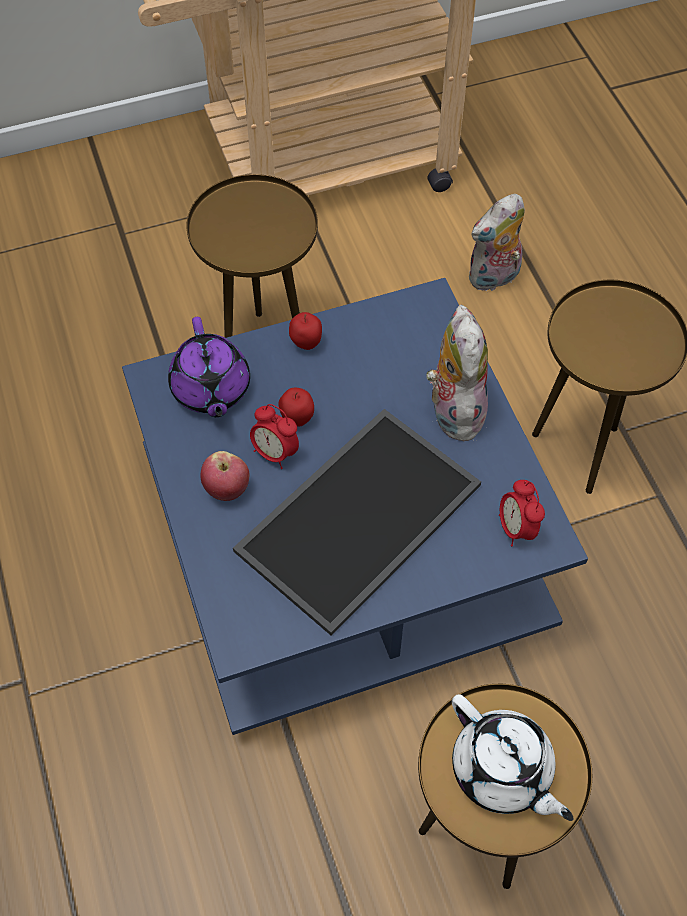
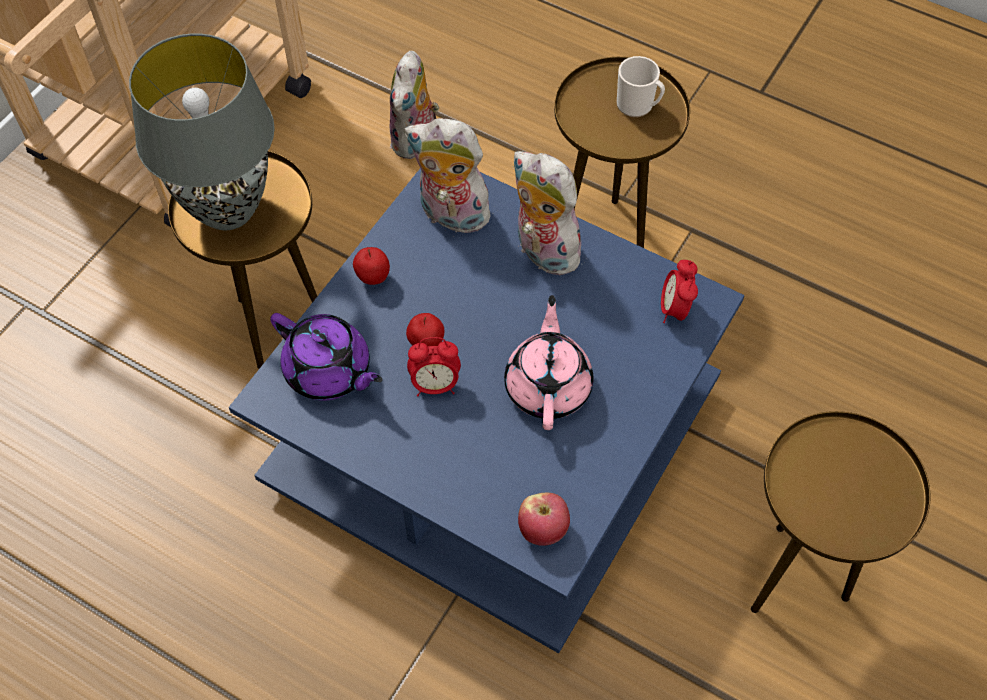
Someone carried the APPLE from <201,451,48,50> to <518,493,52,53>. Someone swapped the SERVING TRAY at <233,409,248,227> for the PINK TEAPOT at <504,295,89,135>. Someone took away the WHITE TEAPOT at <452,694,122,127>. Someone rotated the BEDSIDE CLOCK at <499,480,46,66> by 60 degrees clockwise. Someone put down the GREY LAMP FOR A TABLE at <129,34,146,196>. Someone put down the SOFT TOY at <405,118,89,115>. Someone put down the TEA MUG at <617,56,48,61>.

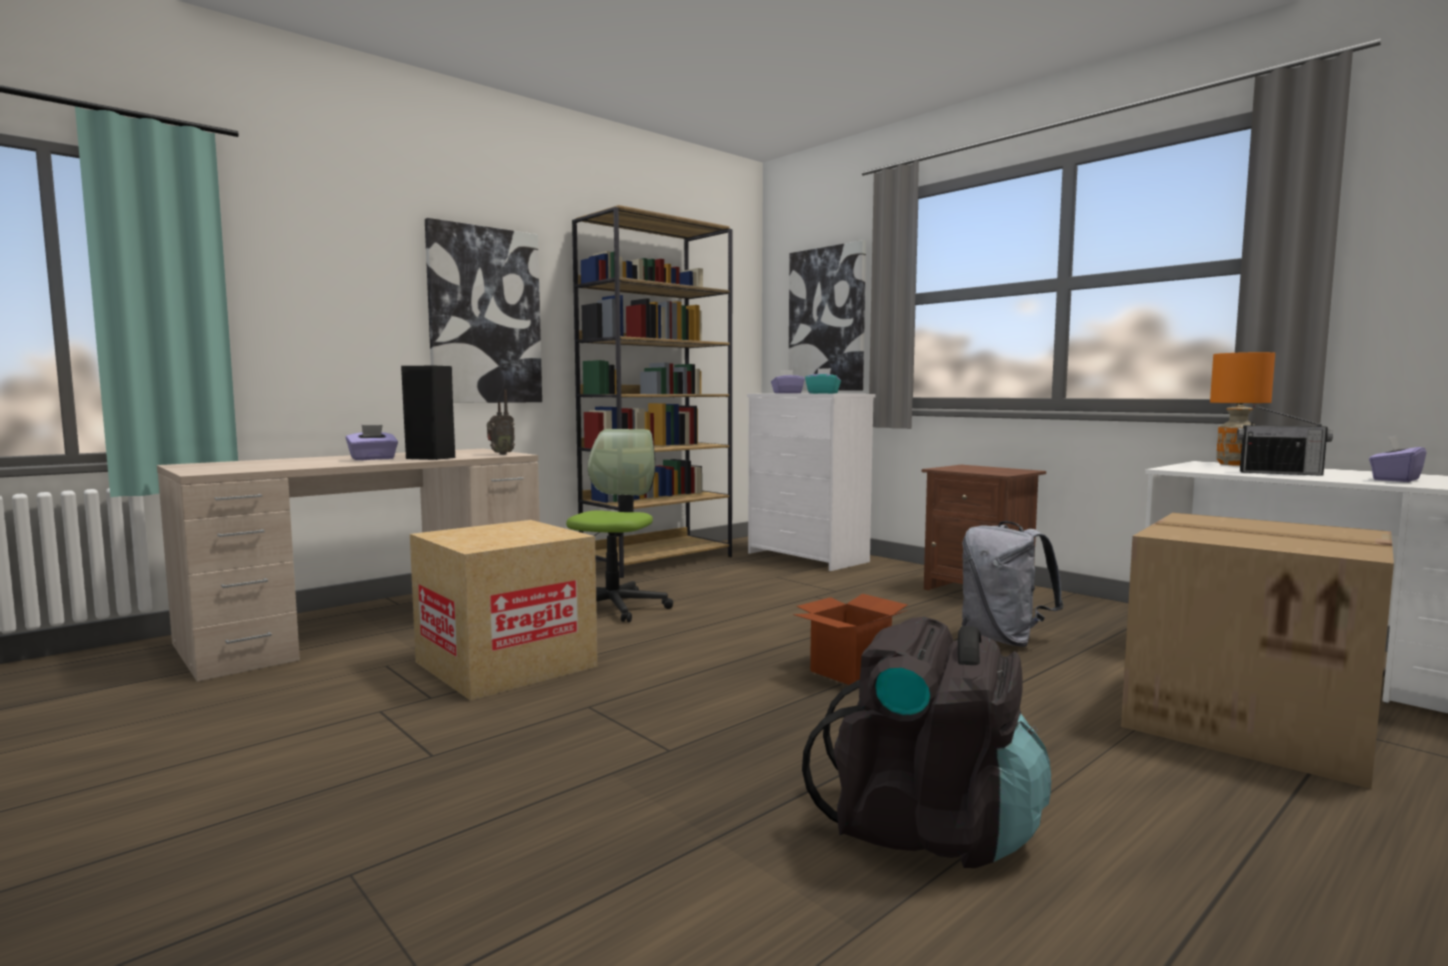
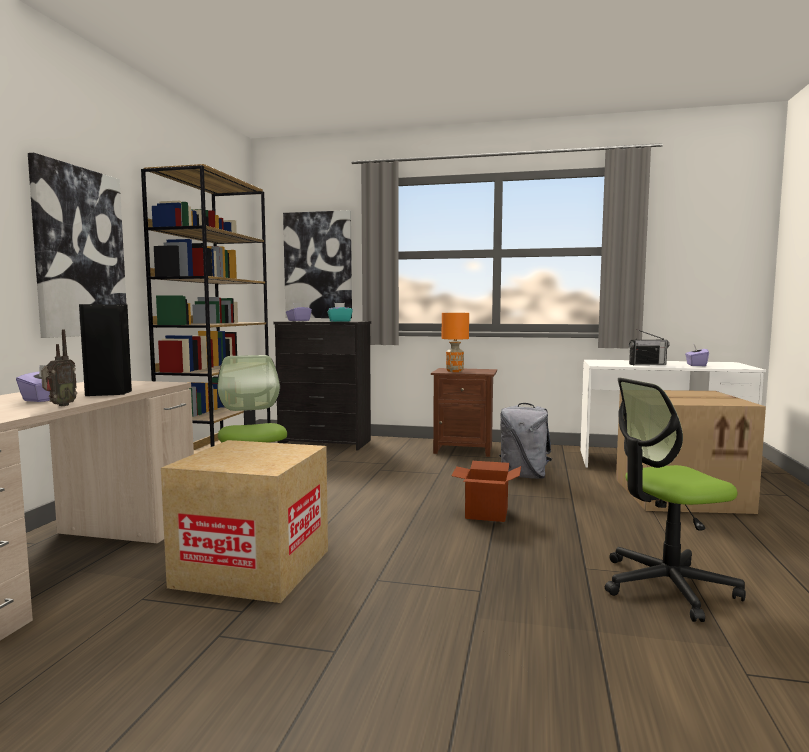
Someone carried the RADIO from <487,390,28,65> to <41,329,36,77>. Someone repainted the WHITE DRESSER at <747,394,128,177>, which became the BLACK DRESSER at <273,321,98,129>. Someone swapped the BLACK KNAPSACK at <802,617,249,251> for the COMPUTER CHAIR at <605,378,141,244>. Someone carried the ORANGE LAMP FOR A TABLE from <1210,352,65,114> to <442,313,27,59>.

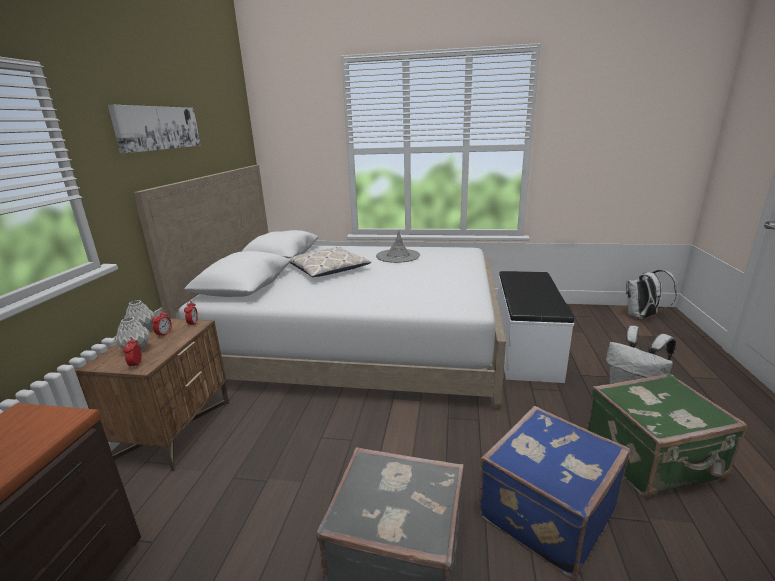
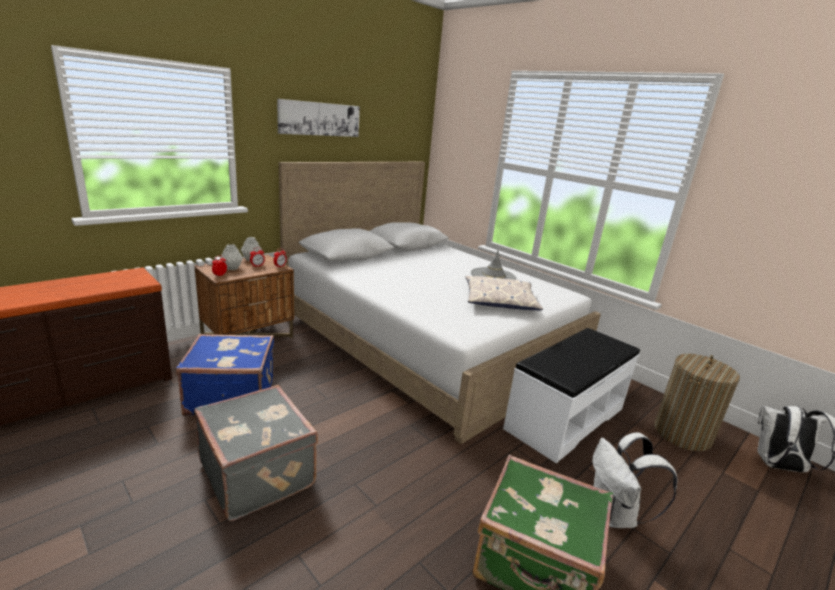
Someone carried the THROW PILLOW from <288,247,83,30> to <465,276,78,34>. Someone carried the BLUE TRAVEL CASE from <478,406,152,172> to <176,334,98,82>. Someone put down the HAMPER at <654,354,86,97>.

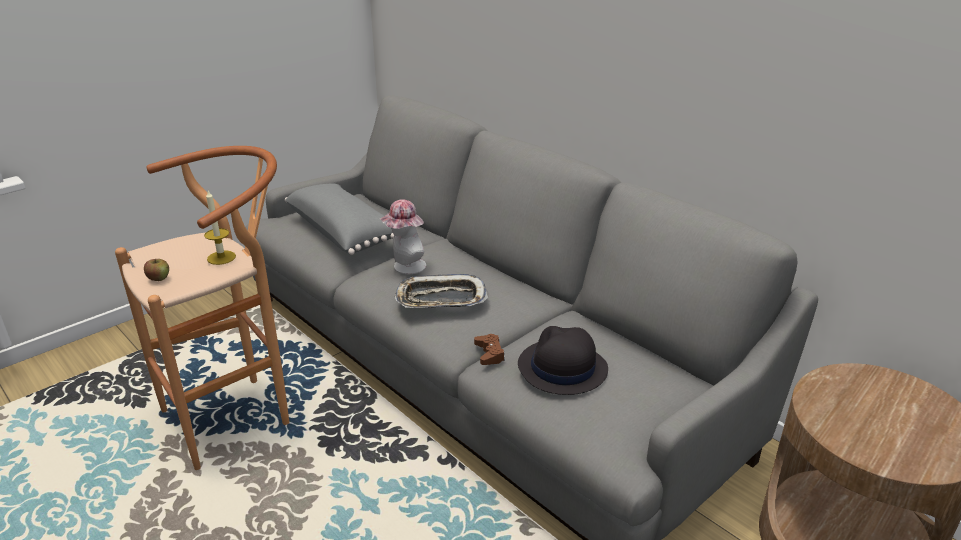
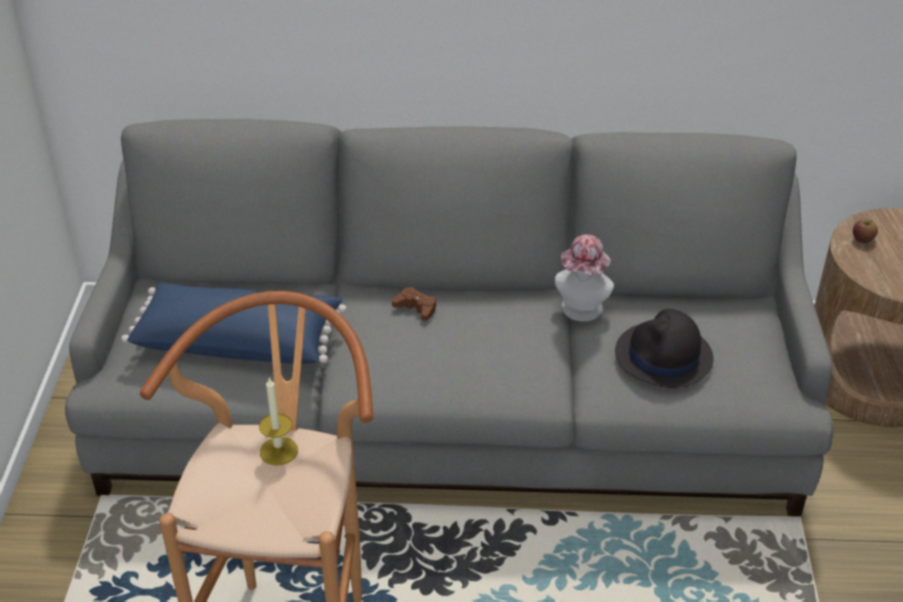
Someone carried the APPLE from <144,259,25,22> to <853,219,25,24>. Someone repainted the GREY THROW PILLOW at <285,183,109,72>, which became the BLUE THROW PILLOW at <121,283,226,81>. Someone carried the WEARABLE HAT from <380,199,46,75> to <555,234,59,87>. Someone took away the SERVING TRAY at <395,274,93,34>. Someone carried the BROWN GAMEPAD from <474,334,31,31> to <392,287,44,34>.

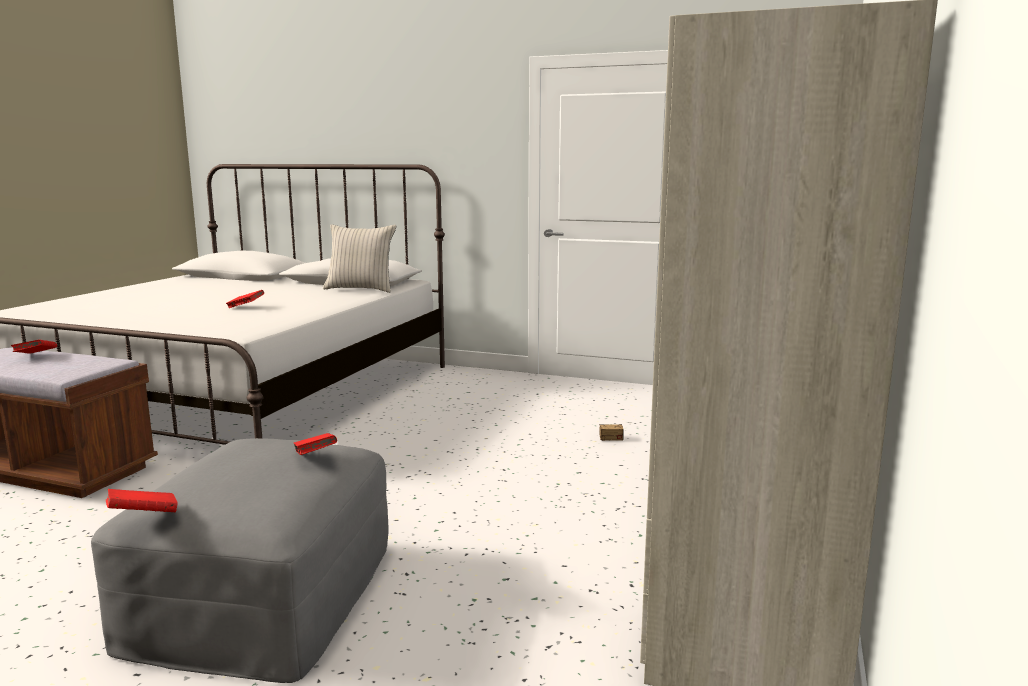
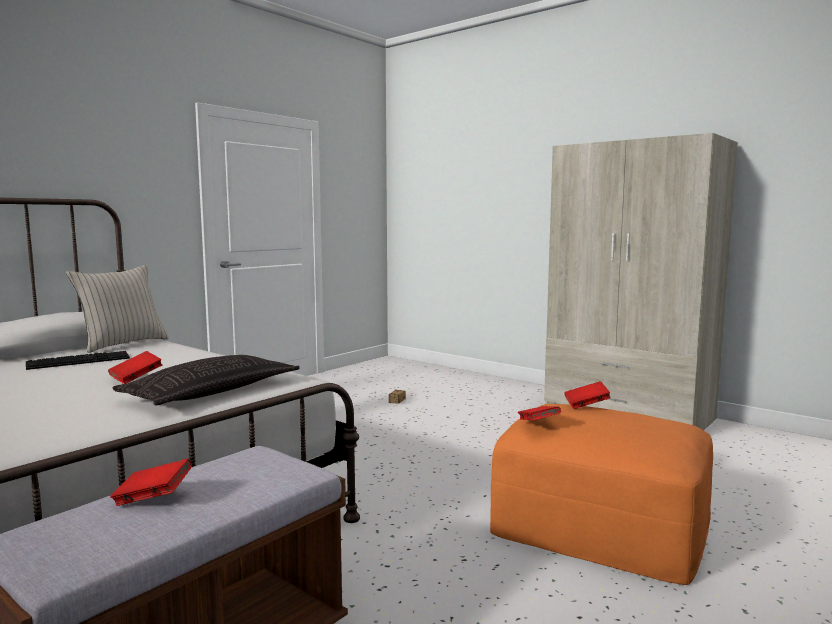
Someone repainted the GREY POUFFE at <91,438,297,245>, which became the ORANGE POUFFE at <490,404,223,181>. Someone carried the REDDISH VOLUME from <106,489,72,23> to <518,406,43,15>. Someone put down the KEYBOARD at <26,351,104,19>. Someone put down the THROW PILLOW at <112,355,188,50>.

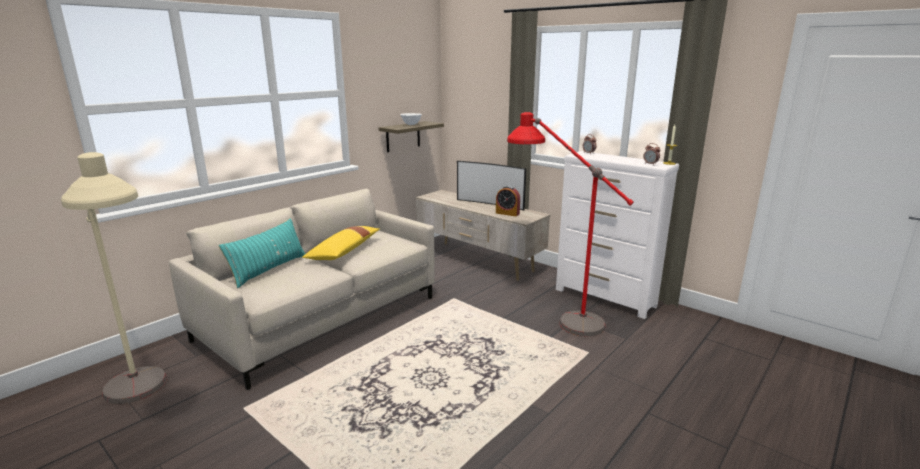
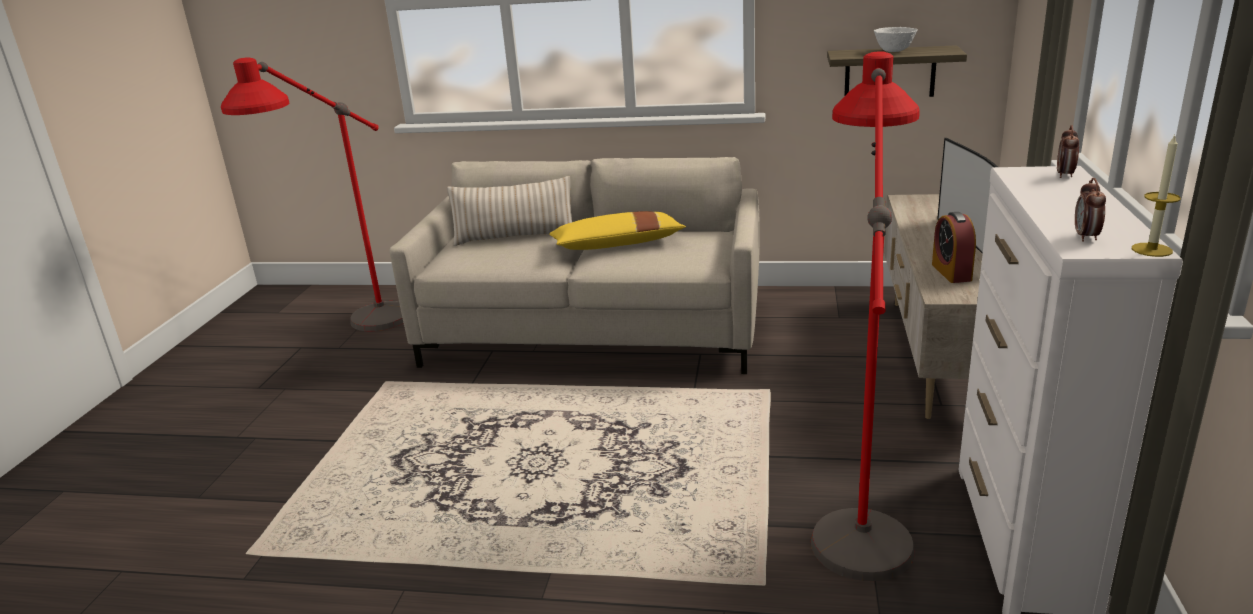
Someone repainted the BEIGE FLOOR LAMP at <61,152,106,252>, which became the REDDISH FLOOR LAMP at <221,57,182,274>. Someone repainted the TURQUOISE-COLOURED THROW PILLOW at <219,218,86,70>, which became the BEIGE THROW PILLOW at <446,176,126,70>.

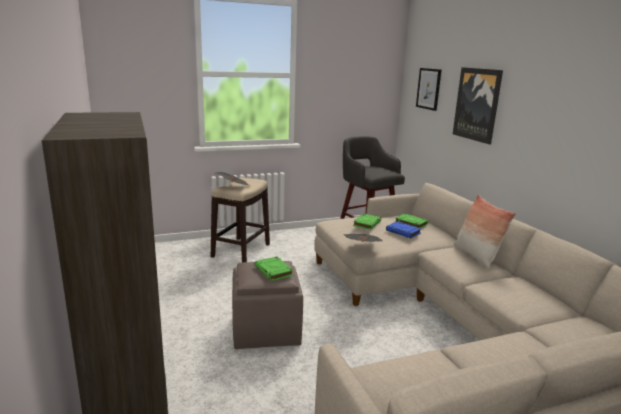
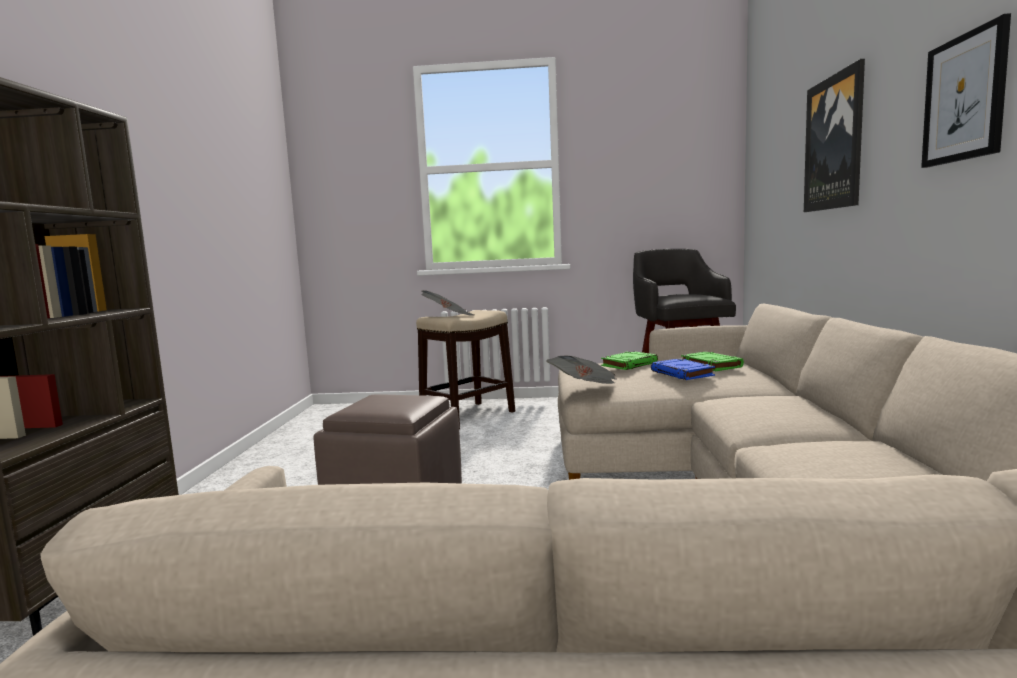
Someone took away the GREENISH VOLUME at <254,257,40,24>. Someone carried the WALL ART from <416,68,25,43> to <921,13,90,155>. Someone took away the THROW PILLOW at <454,195,62,74>.

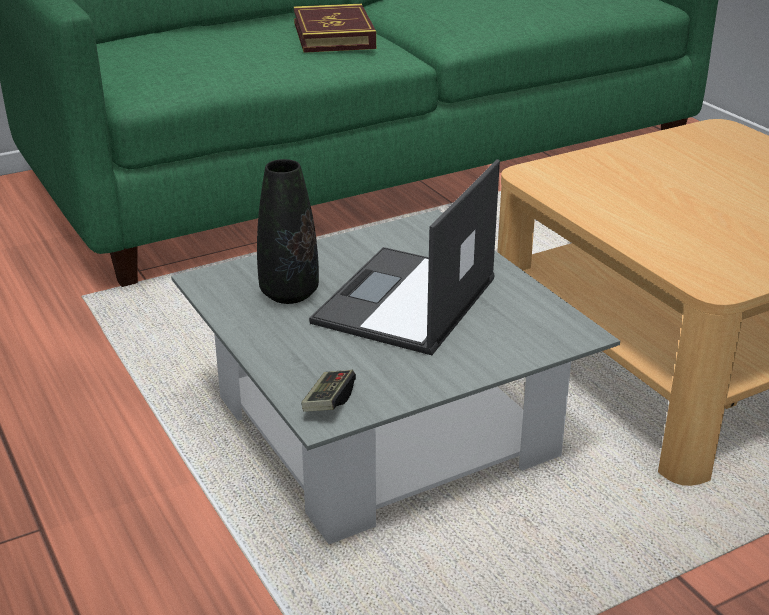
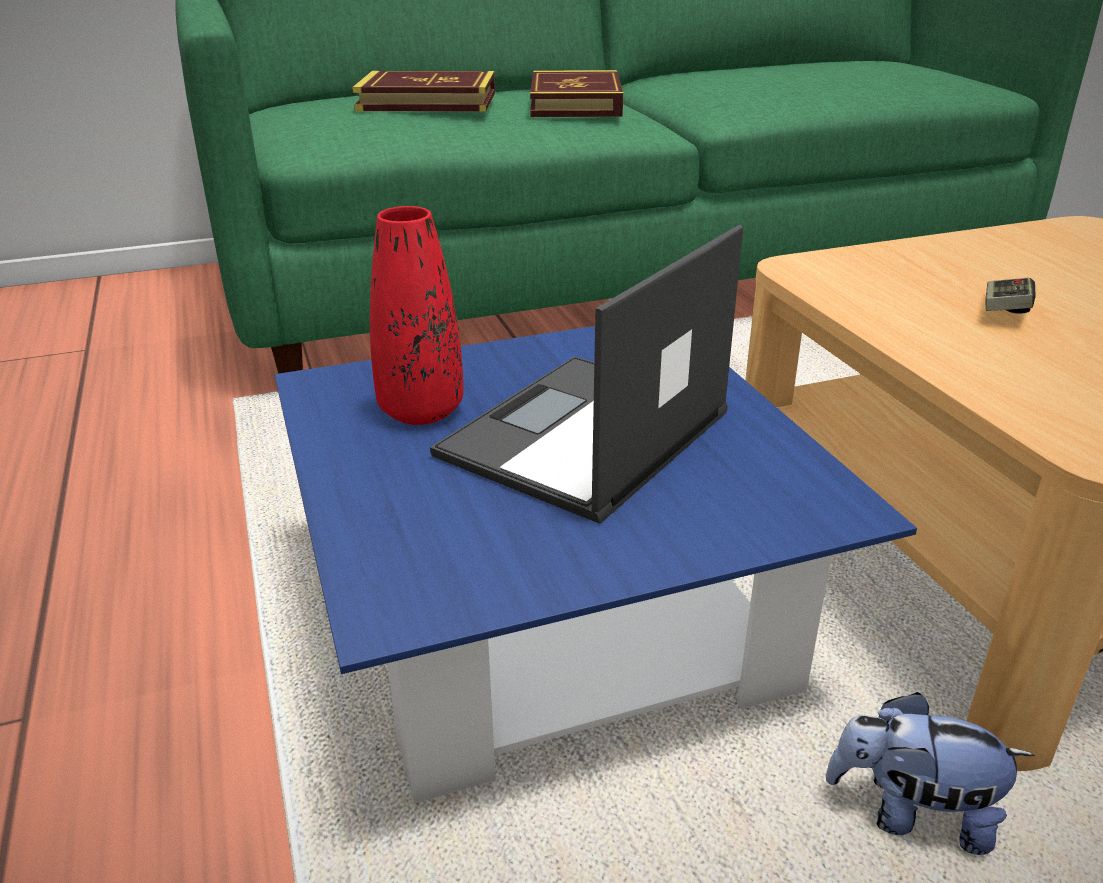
Someone repainted the GREY LOUNGE TABLE at <171,210,449,334>, which became the BLUE LOUNGE TABLE at <275,326,642,477>. Someone repainted the BLACK FLOWER VASE at <257,159,62,145>, which became the REDDISH FLOWER VASE at <370,206,93,219>. Someone carried the GAMEPAD from <301,370,55,42> to <986,278,50,36>. Someone put down the VOLUME at <352,71,143,41>. Someone put down the SOFT TOY at <826,692,209,163>.

